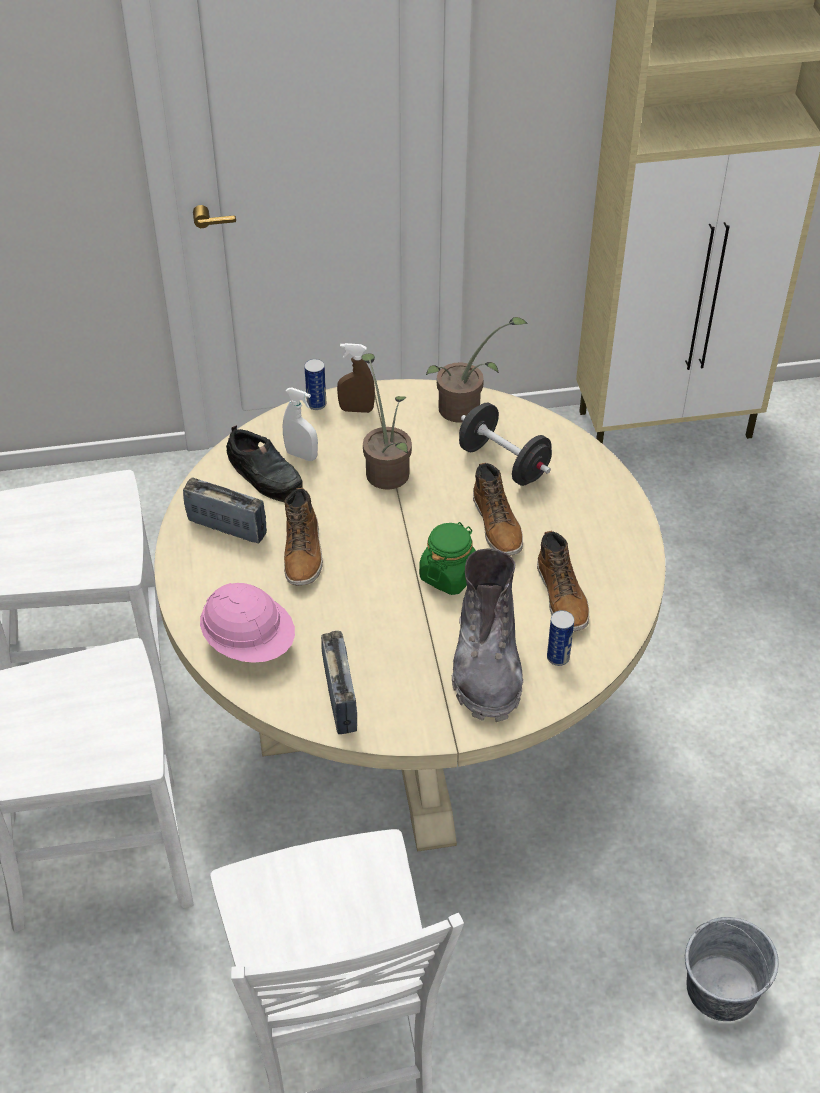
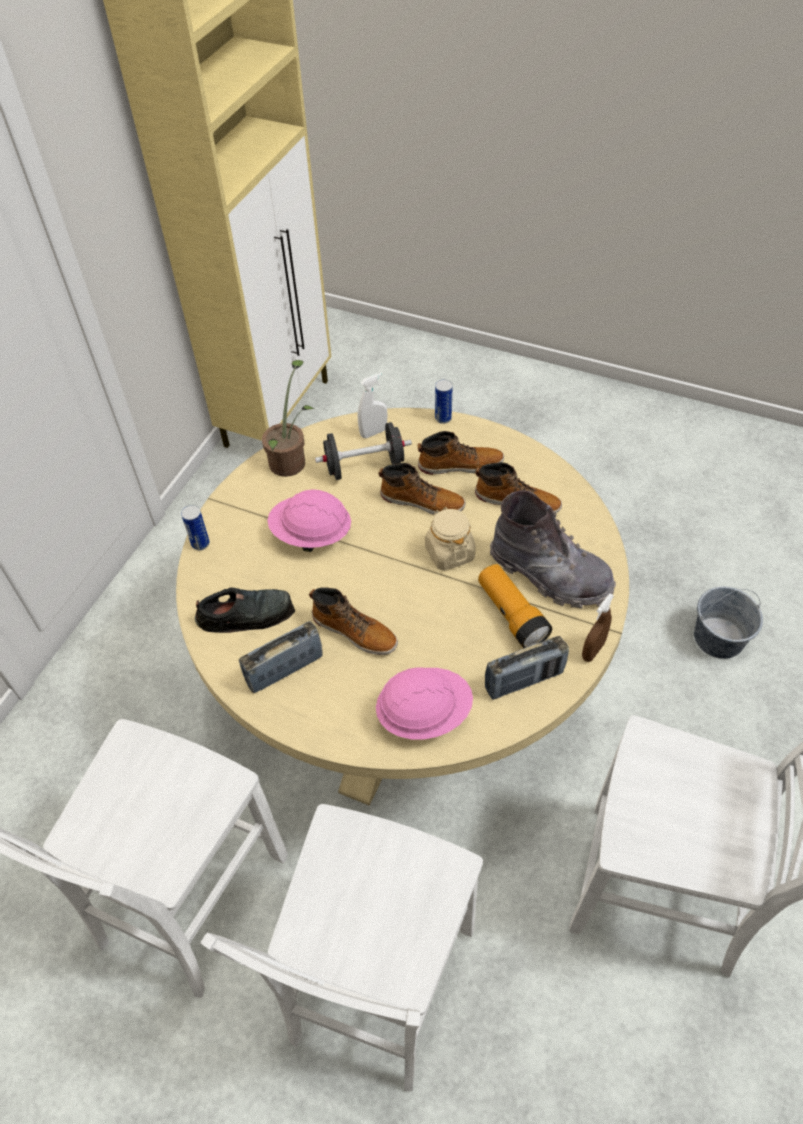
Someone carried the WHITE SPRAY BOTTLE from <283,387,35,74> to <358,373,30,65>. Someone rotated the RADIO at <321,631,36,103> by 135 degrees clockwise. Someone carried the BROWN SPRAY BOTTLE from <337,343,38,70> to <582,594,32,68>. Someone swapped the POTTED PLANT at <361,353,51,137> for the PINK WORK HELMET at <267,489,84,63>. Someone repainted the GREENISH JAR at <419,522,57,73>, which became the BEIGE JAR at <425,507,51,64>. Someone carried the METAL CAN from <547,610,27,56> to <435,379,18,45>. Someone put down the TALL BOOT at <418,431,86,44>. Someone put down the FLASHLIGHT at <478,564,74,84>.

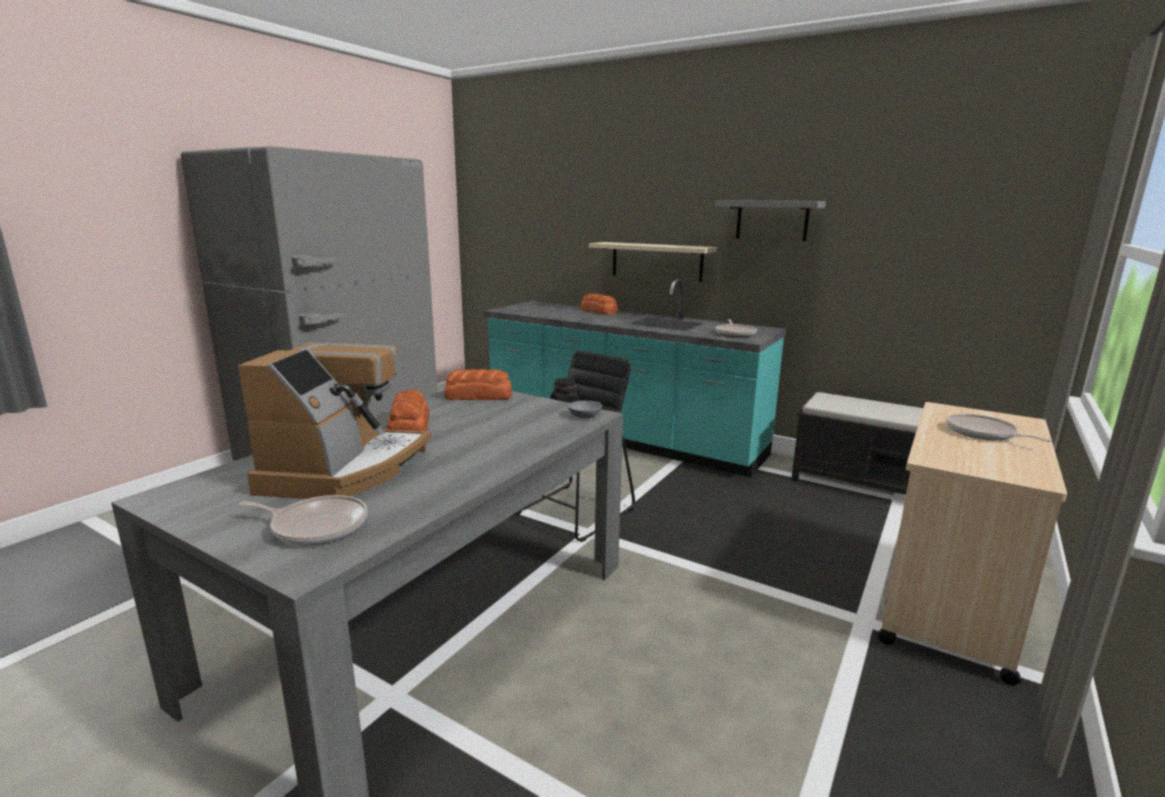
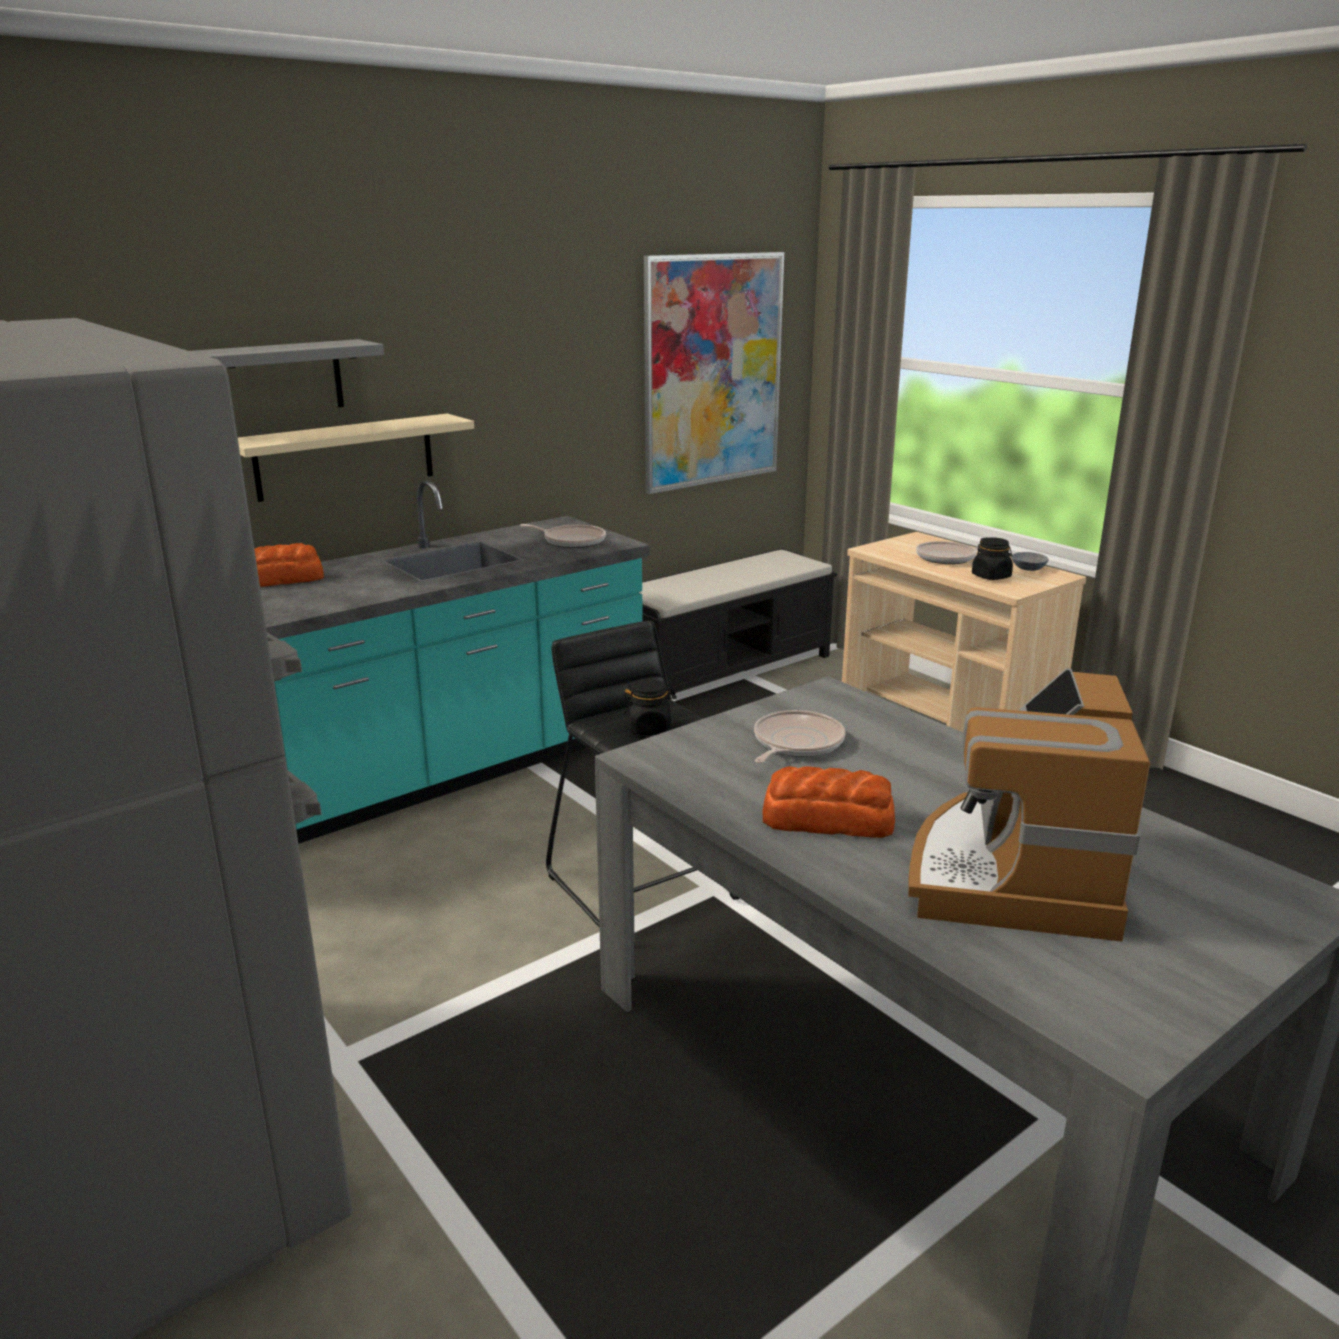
Someone rotated the COFFEE BREWER at <238,342,193,157> by 105 degrees counterclockwise. Someone carried the FRYING PAN from <239,495,128,50> to <754,710,92,53>. Someone took away the BREAD at <444,369,68,31>. Someone carried the GREY DEEP DISH from <568,401,34,17> to <1011,552,38,19>. Someone carried the GREY SHELF from <715,200,111,41> to <191,339,193,68>. Someone put up the WALL ART at <644,252,140,242>. Someone put down the BLACK JAR at <972,537,41,43>.

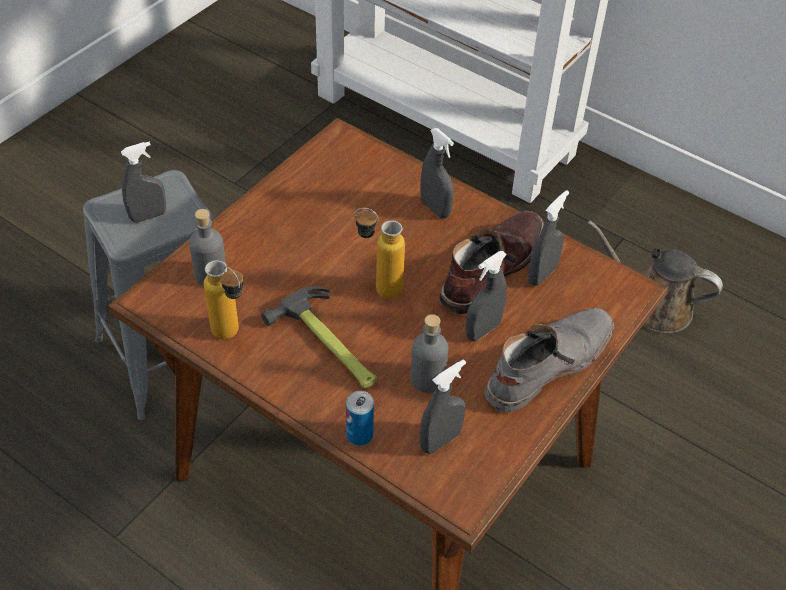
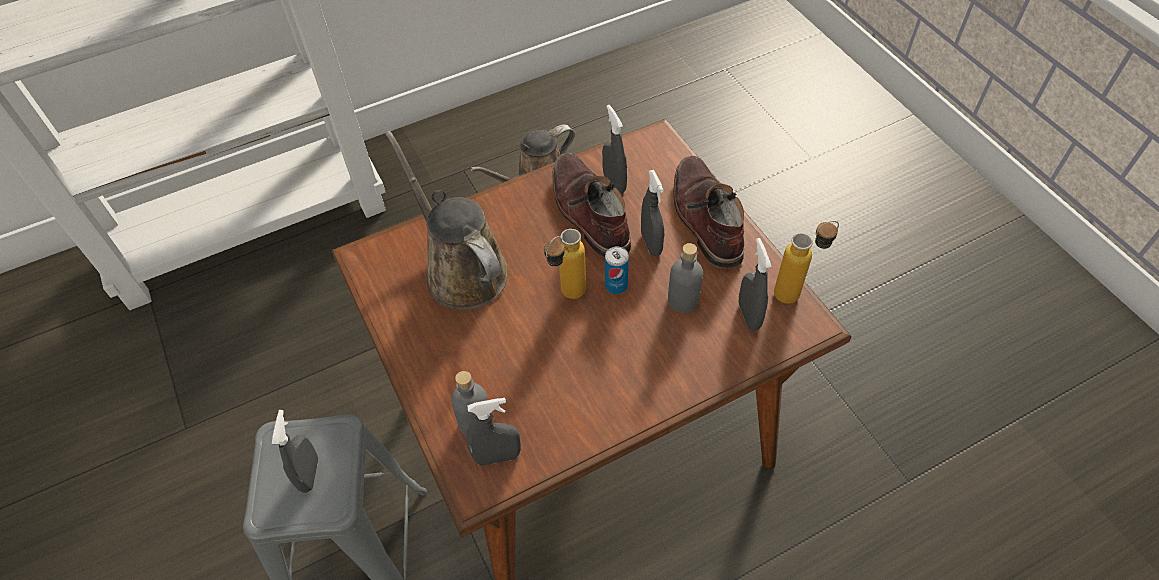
Someone carried the DRINK BOTTLE from <204,260,40,79> to <774,221,65,83>. Someone took away the HAMMER at <261,286,116,102>. Someone carried the METAL CAN from <346,391,28,54> to <605,247,24,47>. Someone carried the GREY SPRAY BOTTLE from <420,128,34,91> to <466,398,55,68>. Someone repainted the GREY TALL BOOT at <484,308,130,104>, which became the BROWN TALL BOOT at <673,156,71,112>. Someone put down the BROWN SPRINKLING CAN at <385,131,123,179>.

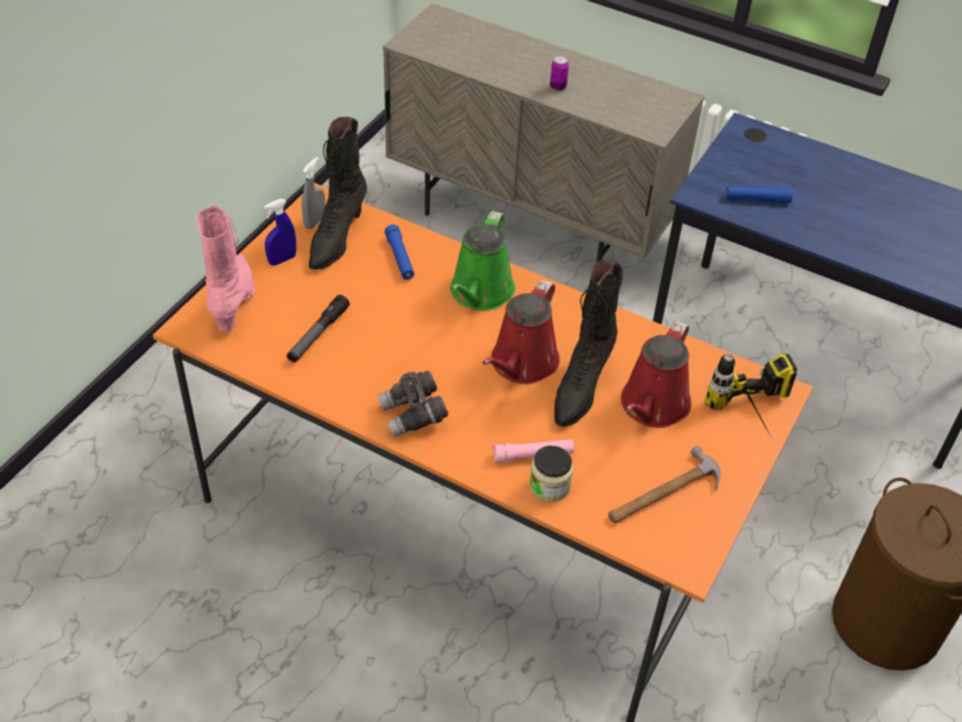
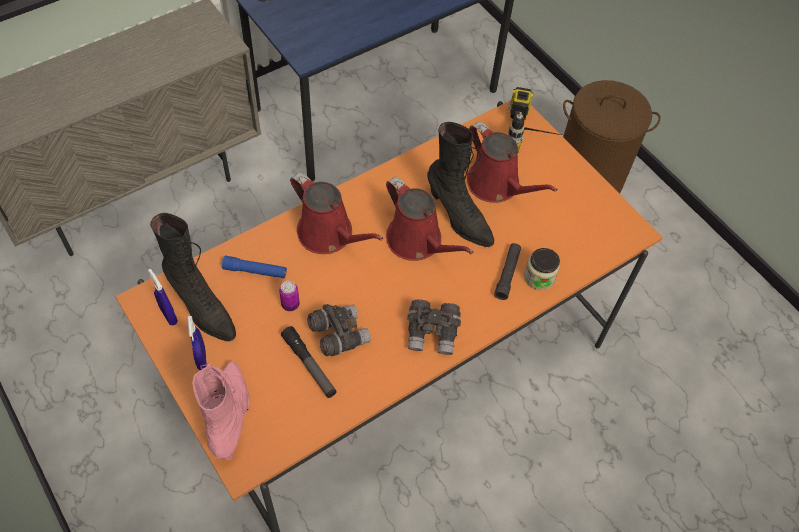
Someone rotated the PINK TALL BOOT at <196,204,59,128> by 60 degrees clockwise. Someone repainted the GREY SPRAY BOTTLE at <302,157,23,72>, which became the BLUE SPRAY BOTTLE at <148,269,30,56>. Someone repainted the GREENISH SPRINKLING CAN at <450,211,65,100>, which became the REDDISH SPRINKLING CAN at <290,172,93,82>. Someone repainted the PINK FLASHLIGHT at <494,439,80,24>, which became the BLACK FLASHLIGHT at <494,243,27,57>. Someone carried the METAL CAN from <550,56,19,35> to <279,281,21,30>. Someone took away the HAMMER at <608,446,113,77>. Someone took away the BLUE FLASHLIGHT at <726,186,67,17>. Someone put down the GREY FIELD GLASSES at <307,304,64,52>.

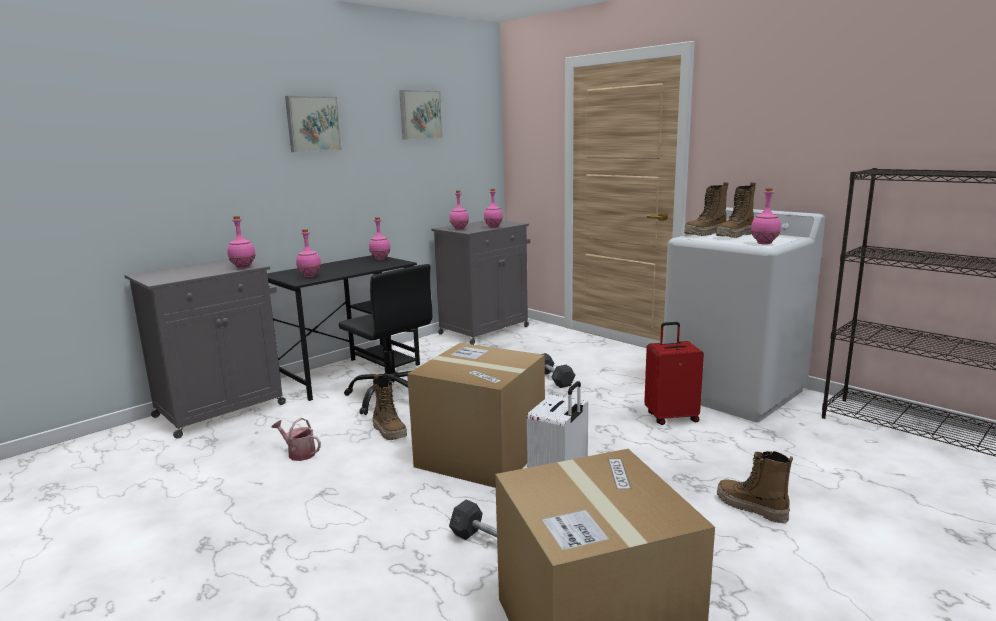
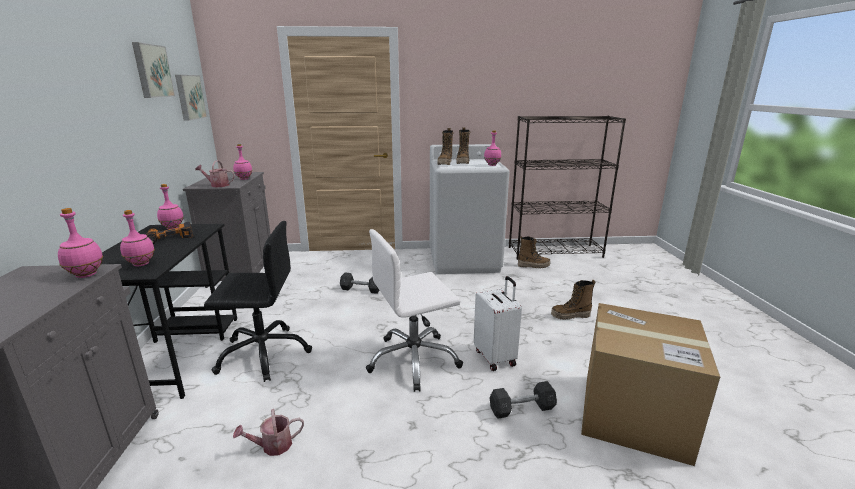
Someone carried the WALL ART from <285,96,57,56> to <175,75,32,46>. Someone carried the TALL BOOT from <373,374,34,66> to <518,236,32,32>. Someone swapped the CARTON at <407,343,138,145> for the WHITE COMPUTER CHAIR at <366,229,97,163>. Someone swapped the PINK DRINK BOTTLE at <450,190,19,40> for the SPRINKLING CAN at <195,160,40,27>. Someone took away the REDDISH TRAVEL CASE at <644,322,60,103>. Someone put down the POWER DRILL at <146,222,47,22>.

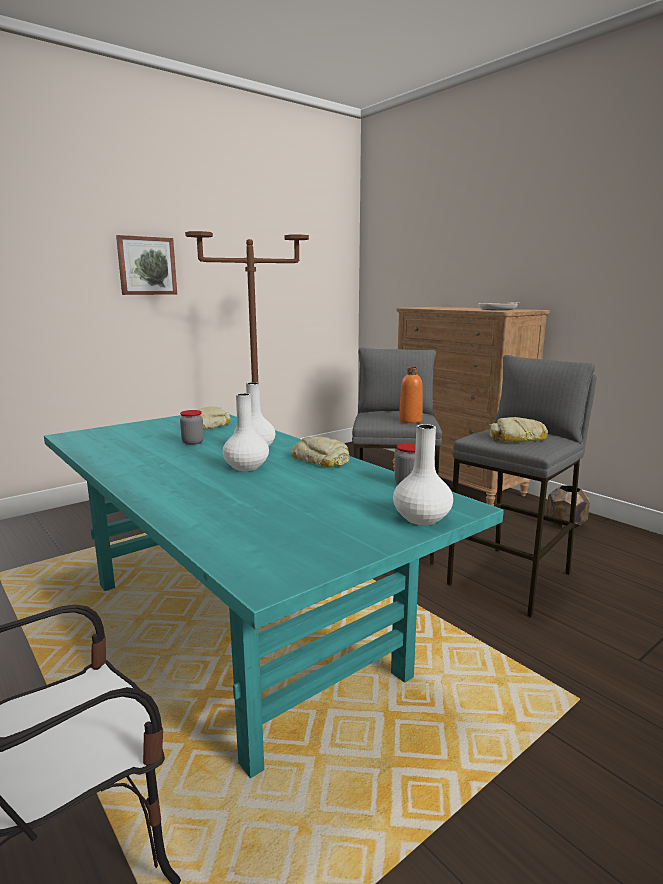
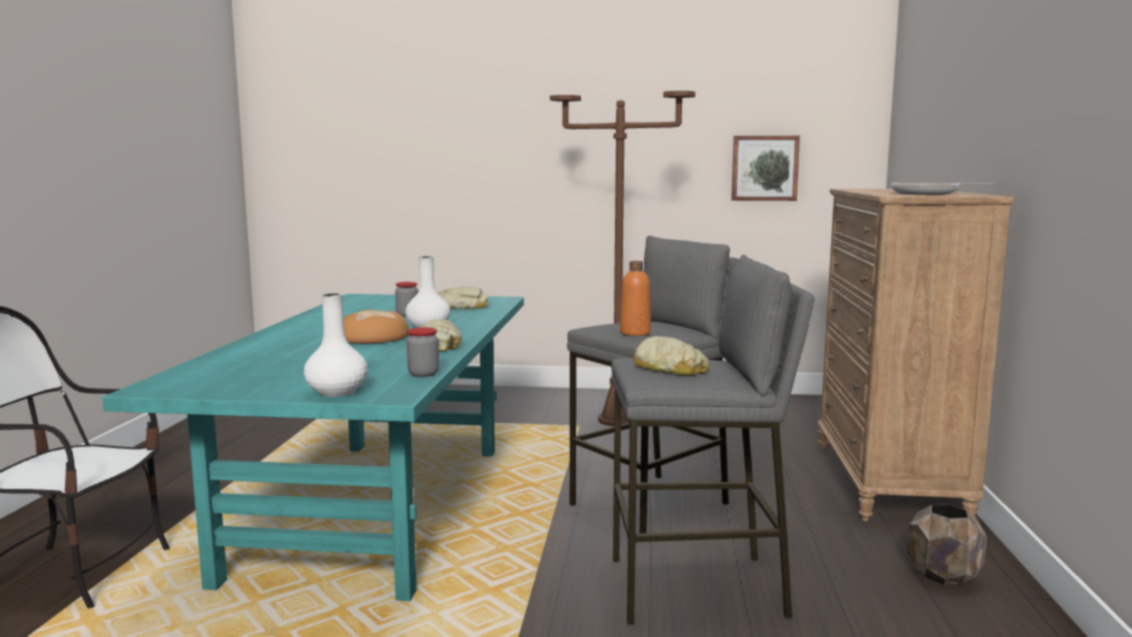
Someone carried the WALL ART from <116,235,61,60> to <731,136,69,65>. Someone swapped the WHITE FLOWER VASE at <223,393,46,78> for the BREAD at <343,310,66,33>.

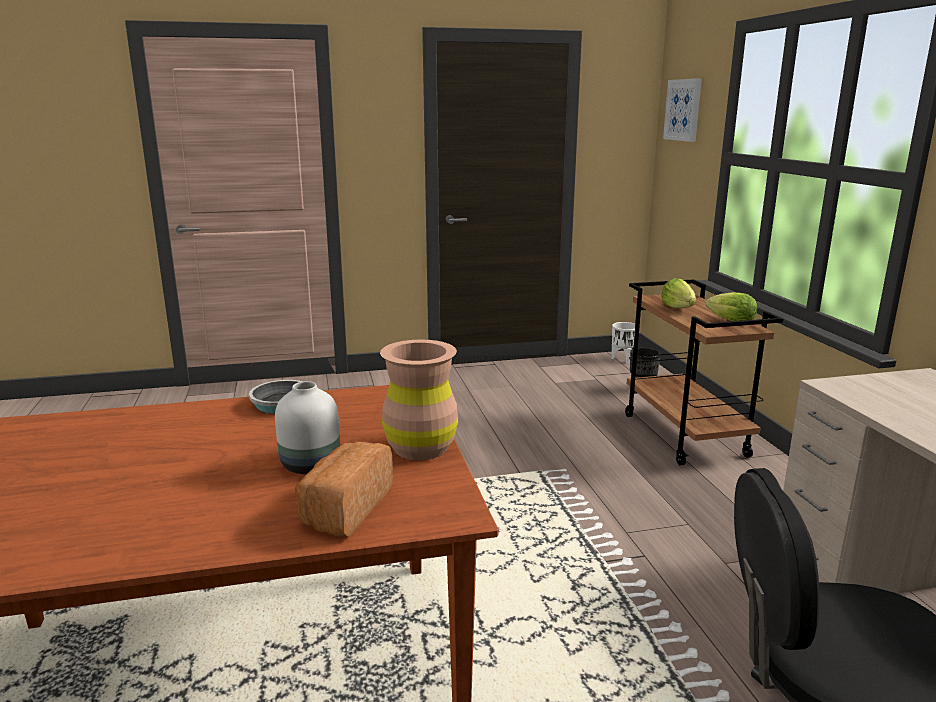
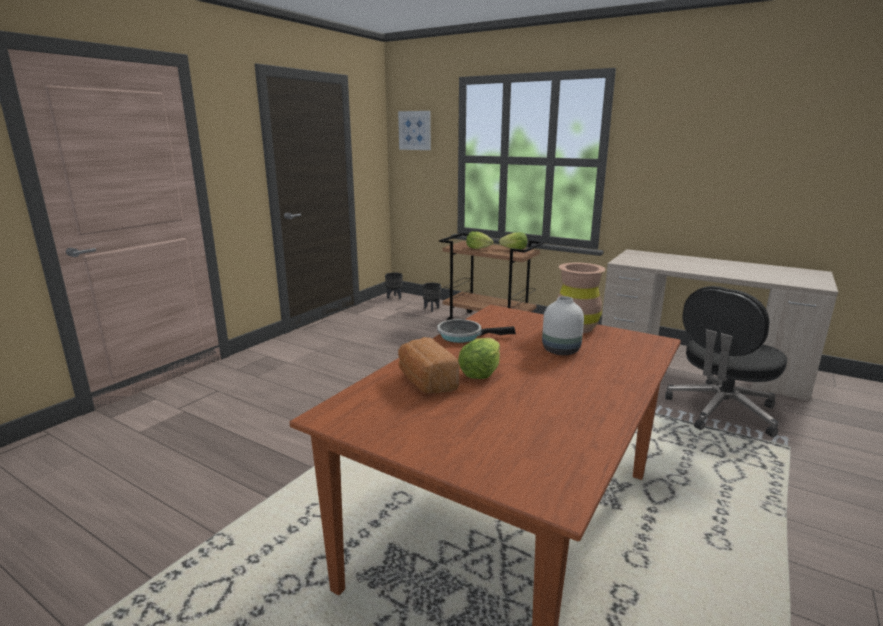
Someone carried the BREAD from <295,442,98,95> to <398,337,61,56>. Someone repainted the WHITE FLOWER POT at <611,322,24,41>, which became the BLACK FLOWER POT at <385,273,18,26>. Someone put down the LETTUCE at <458,338,42,41>.

